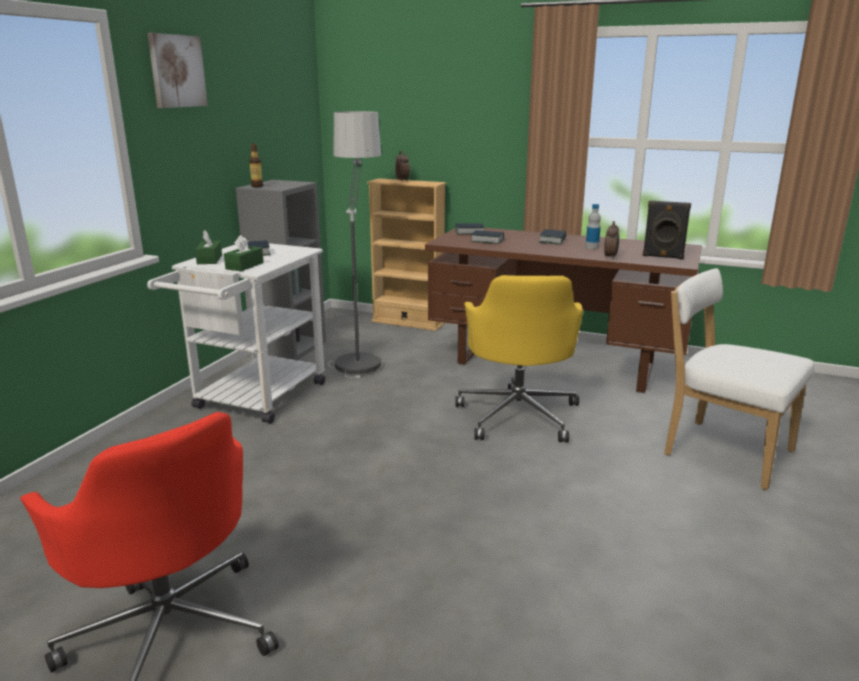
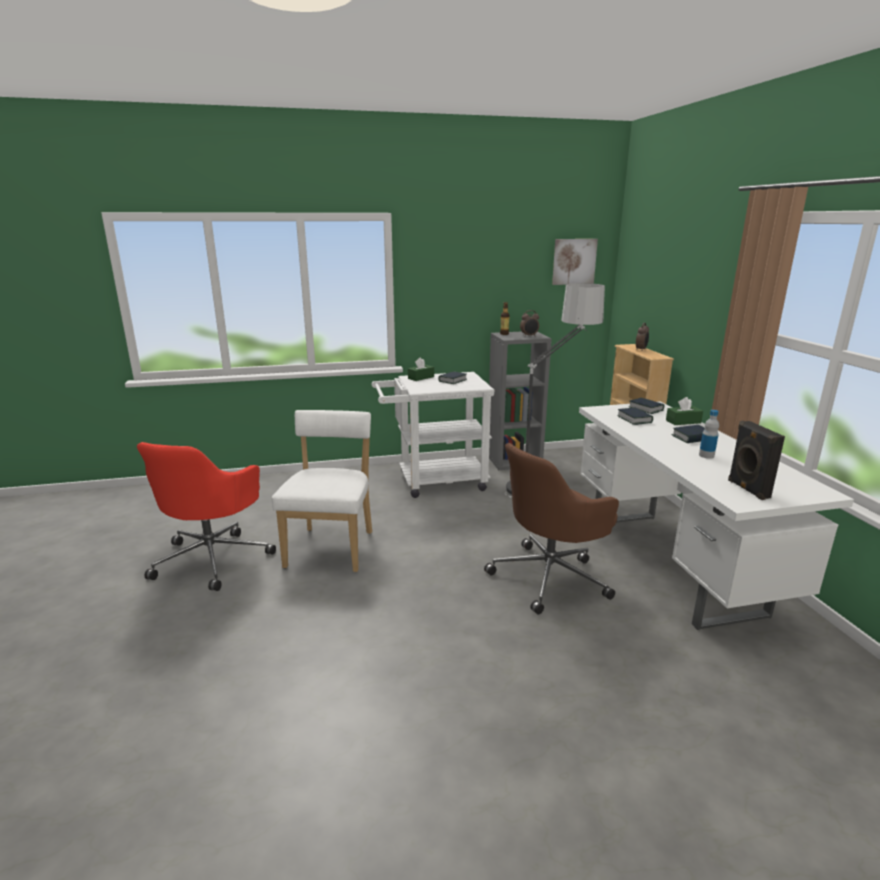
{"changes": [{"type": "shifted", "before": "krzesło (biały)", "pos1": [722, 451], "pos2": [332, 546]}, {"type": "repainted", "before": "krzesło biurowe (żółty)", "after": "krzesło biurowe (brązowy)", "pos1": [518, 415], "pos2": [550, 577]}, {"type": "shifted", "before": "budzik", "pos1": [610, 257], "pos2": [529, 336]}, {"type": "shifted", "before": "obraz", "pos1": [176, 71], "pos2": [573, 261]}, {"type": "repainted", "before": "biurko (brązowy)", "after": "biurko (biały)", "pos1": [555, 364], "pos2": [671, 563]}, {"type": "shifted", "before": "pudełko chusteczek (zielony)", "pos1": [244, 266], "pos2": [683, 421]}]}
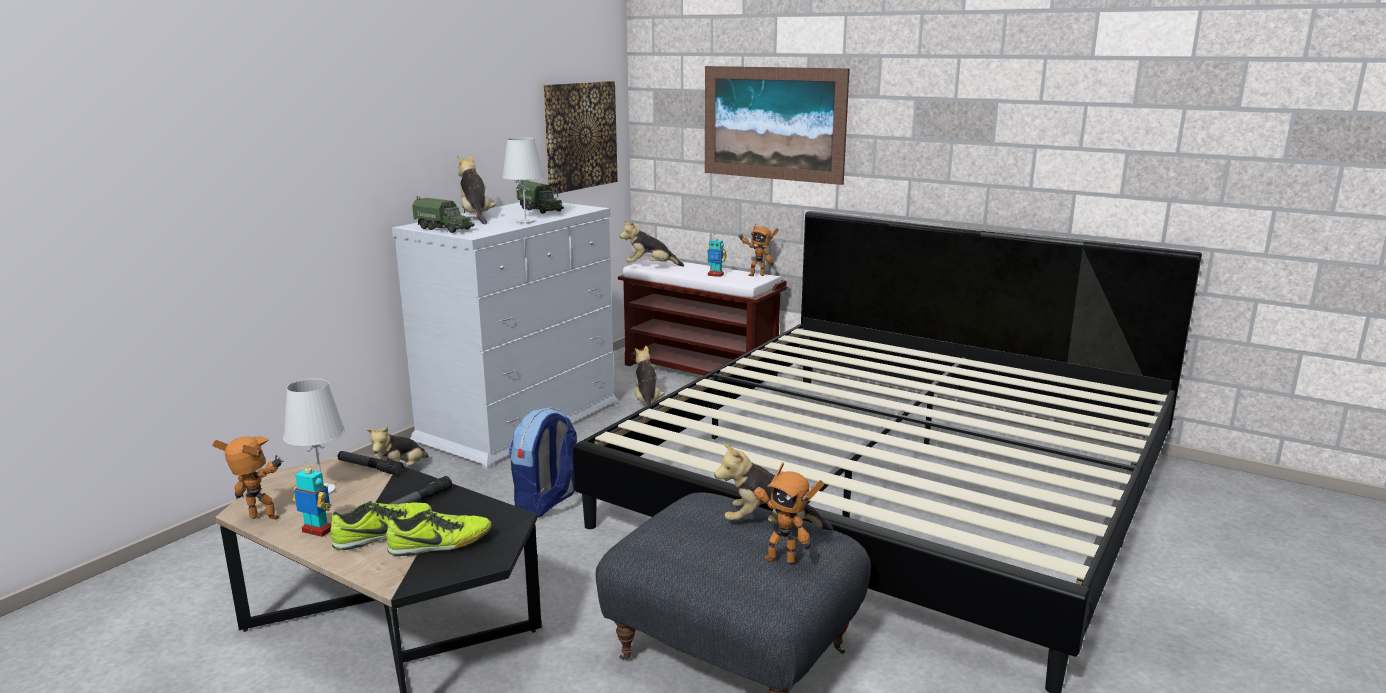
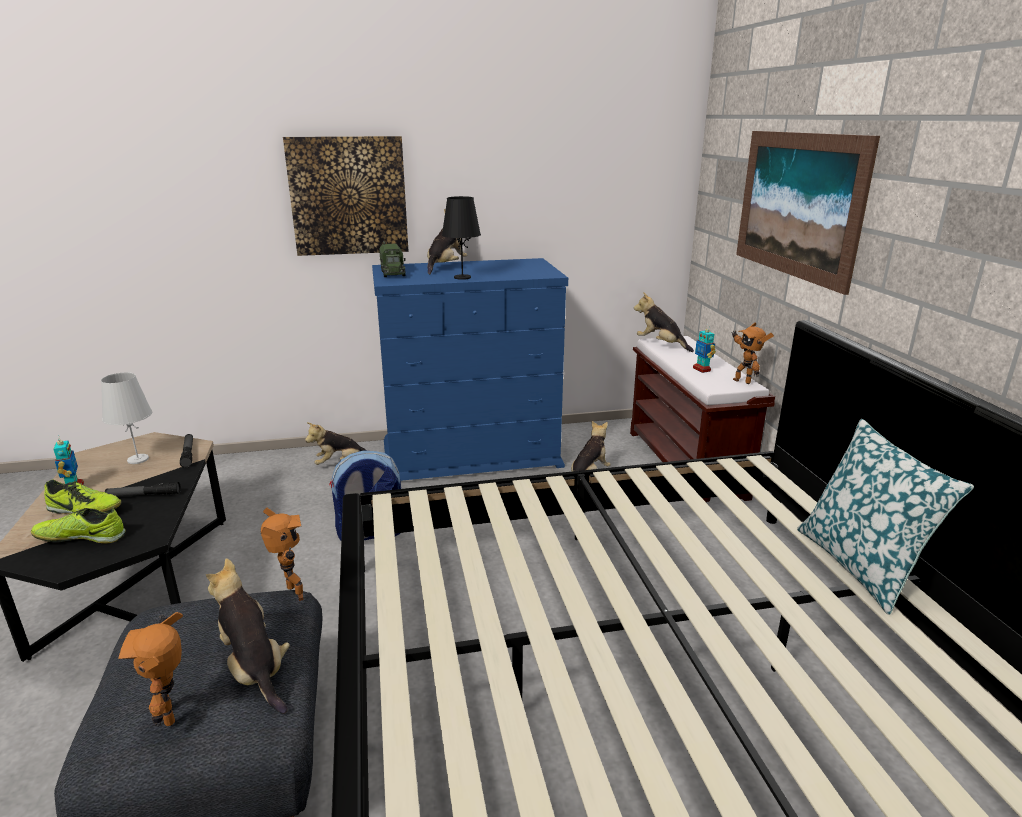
{"changes": [{"type": "rotated", "before": "but", "pos1": [440, 545], "pos2": [81, 537], "turn": 150}, {"type": "shifted", "before": "robot zabawkowy", "pos1": [262, 520], "pos2": [291, 595]}, {"type": "shifted", "before": "obraz", "pos1": [580, 136], "pos2": [348, 196]}, {"type": "repainted", "before": "komoda (biały)", "after": "komoda (niebieski)", "pos1": [520, 422], "pos2": [471, 454]}, {"type": "repainted", "before": "lampa stołowa (biały)", "after": "lampa stołowa (czarny)", "pos1": [525, 221], "pos2": [462, 277]}, {"type": "new", "after": "poduszka", "pos2": [860, 565]}, {"type": "gone", "before": "ciężarówka zabawkowa", "pos1": [540, 210]}]}
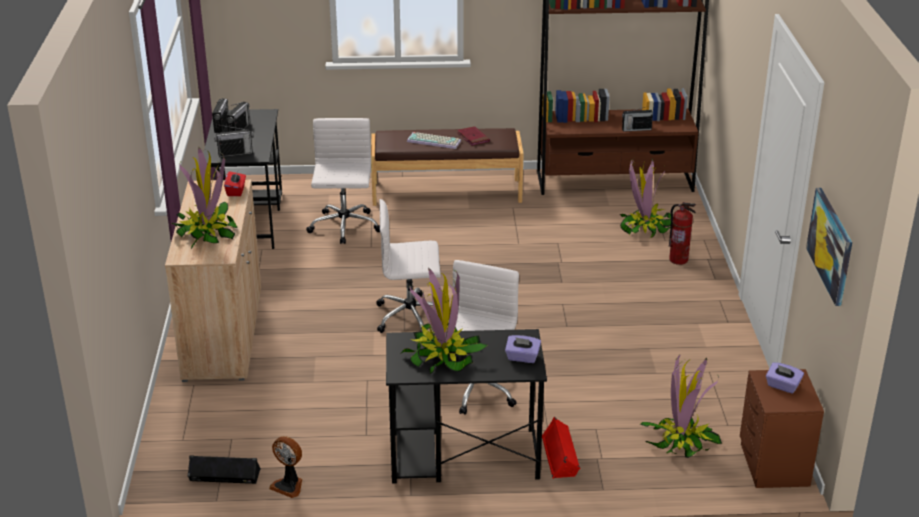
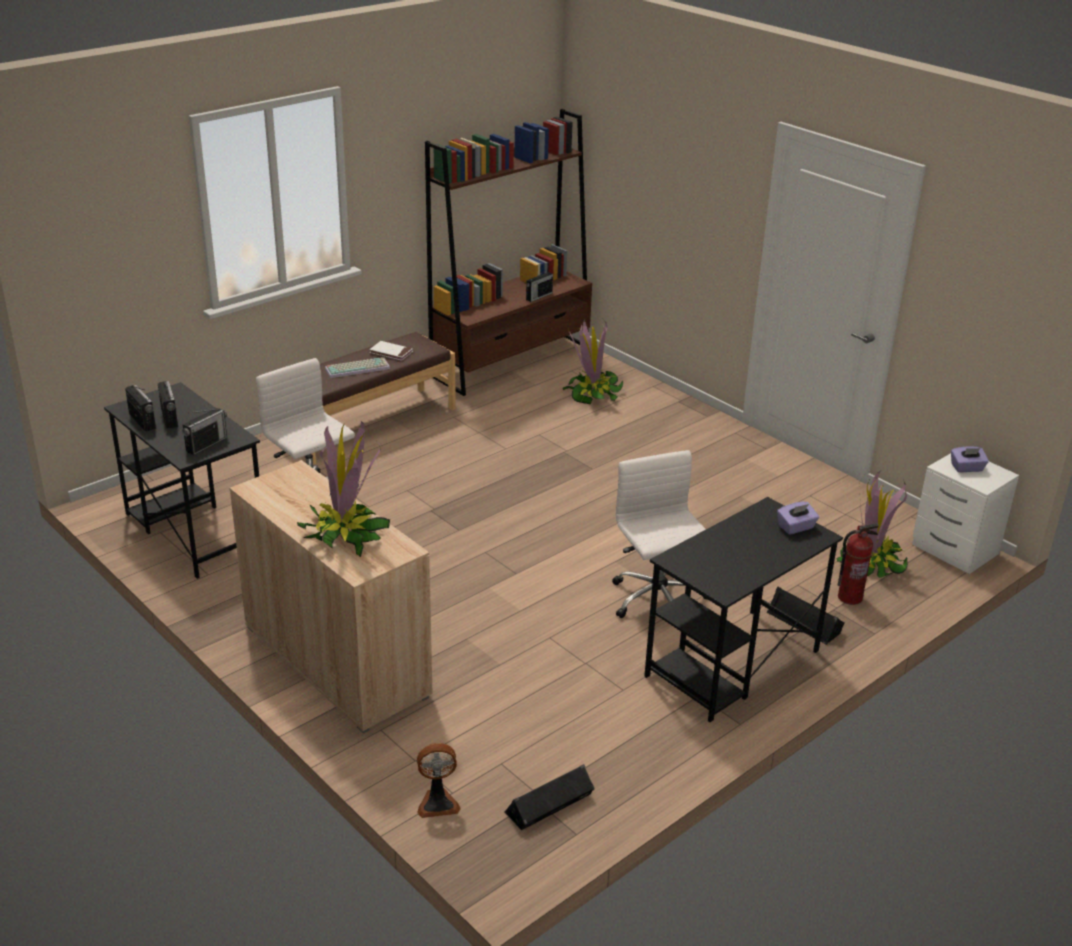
{"changes": [{"type": "repainted", "before": "książka (czerwony)", "after": "książka (biały)", "pos1": [473, 137], "pos2": [391, 352]}, {"type": "shifted", "before": "wentylator", "pos1": [289, 485], "pos2": [438, 803]}, {"type": "repainted", "before": "głośnik (czerwony)", "after": "głośnik (czarny)", "pos1": [561, 455], "pos2": [805, 621]}, {"type": "shifted", "before": "gaśnica", "pos1": [679, 259], "pos2": [850, 597]}, {"type": "repainted", "before": "szafka nocna (brązowy)", "after": "szafka nocna (biały)", "pos1": [773, 466], "pos2": [955, 550]}, {"type": "gone", "before": "pudełko chusteczek (czerwony)", "pos1": [236, 191]}, {"type": "gone", "before": "krzesło biurowe (biały)", "pos1": [411, 317]}, {"type": "gone", "before": "roślina doniczkowa", "pos1": [442, 355]}, {"type": "gone", "before": "obraz", "pos1": [831, 245]}]}
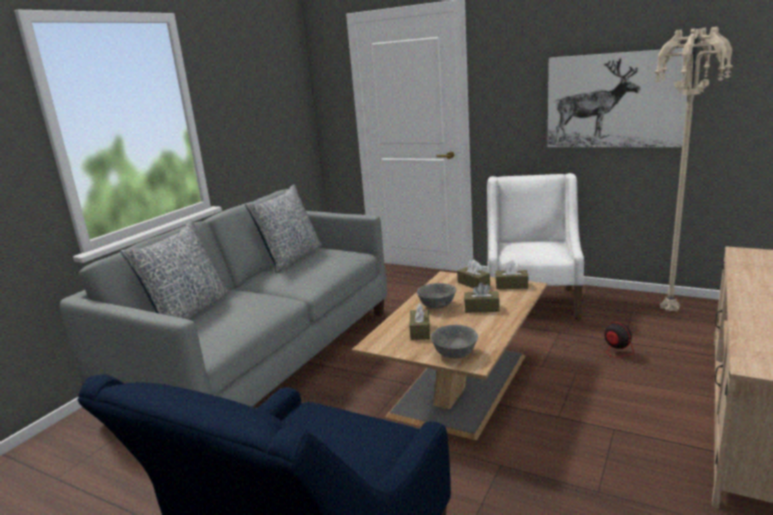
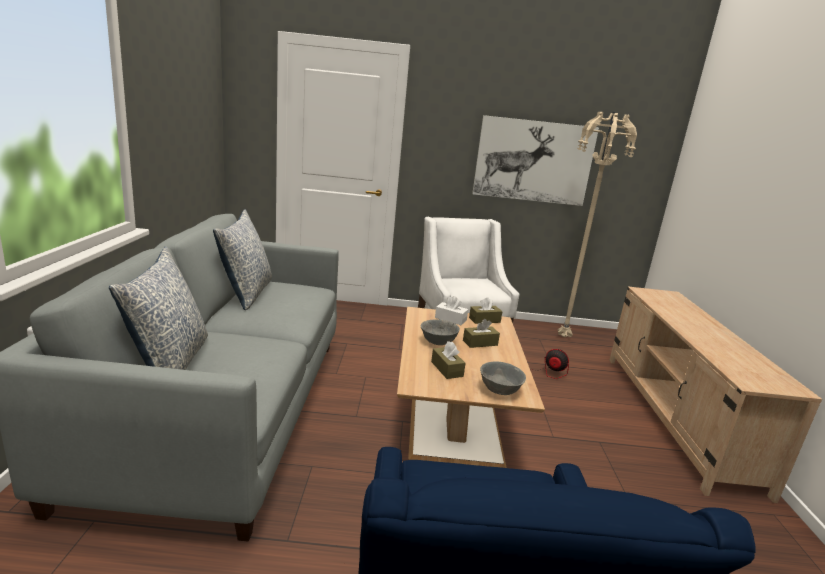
{"changes": [{"type": "repainted", "before": "pudełko chusteczek (brązowy)", "after": "pudełko chusteczek (biały)", "pos1": [473, 284], "pos2": [450, 319]}]}
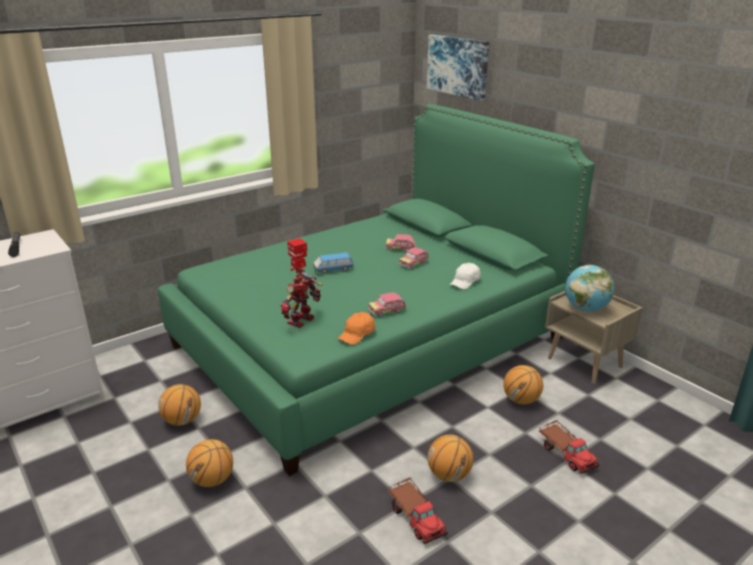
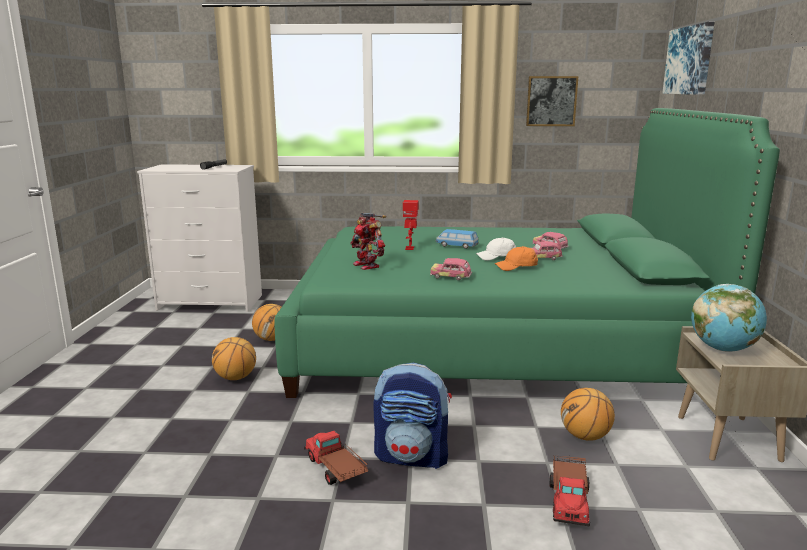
{"changes": [{"type": "rotated", "before": "ciężarówka zabawkowa", "pos1": [416, 517], "pos2": [335, 469], "turn": 135}, {"type": "rotated", "before": "robot zabawkowy", "pos1": [302, 321], "pos2": [368, 265], "turn": -105}, {"type": "swapped", "before": "piłka do koszykówki", "after": "plecak", "pos1": [449, 475], "pos2": [412, 456]}, {"type": "shifted", "before": "czapka z daszkiem (biały)", "pos1": [465, 282], "pos2": [497, 257]}, {"type": "shifted", "before": "czapka z daszkiem (pomarańczowy)", "pos1": [357, 335], "pos2": [517, 267]}, {"type": "new", "after": "obraz", "pos2": [551, 101]}]}
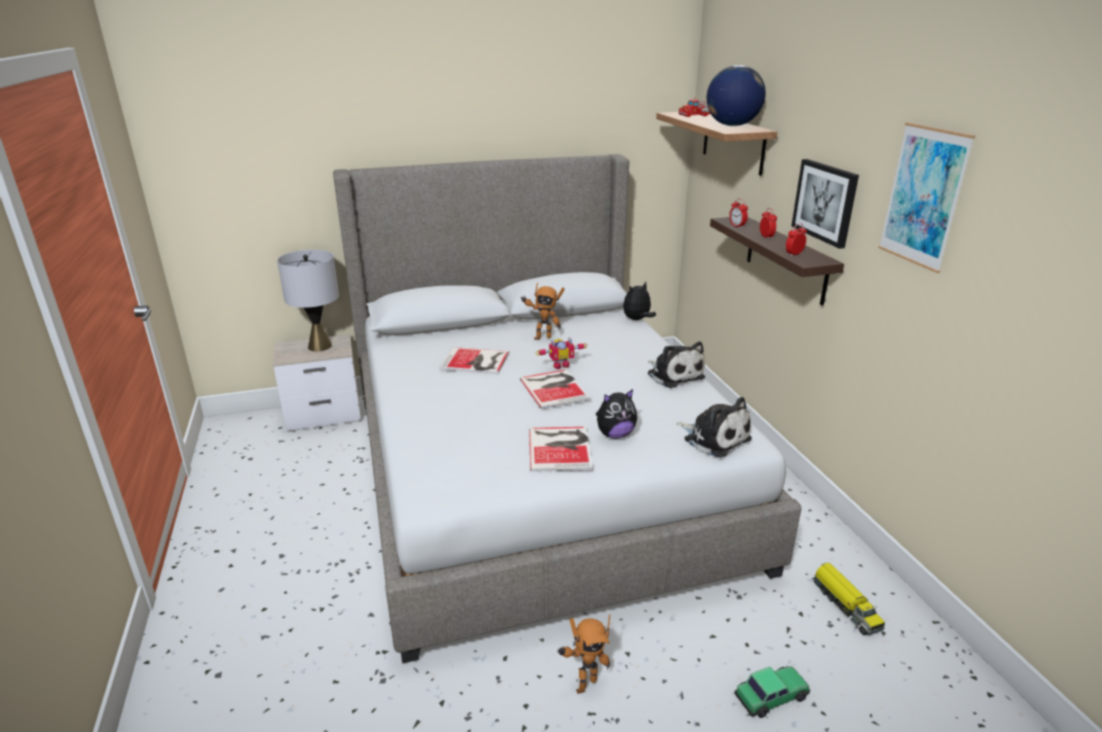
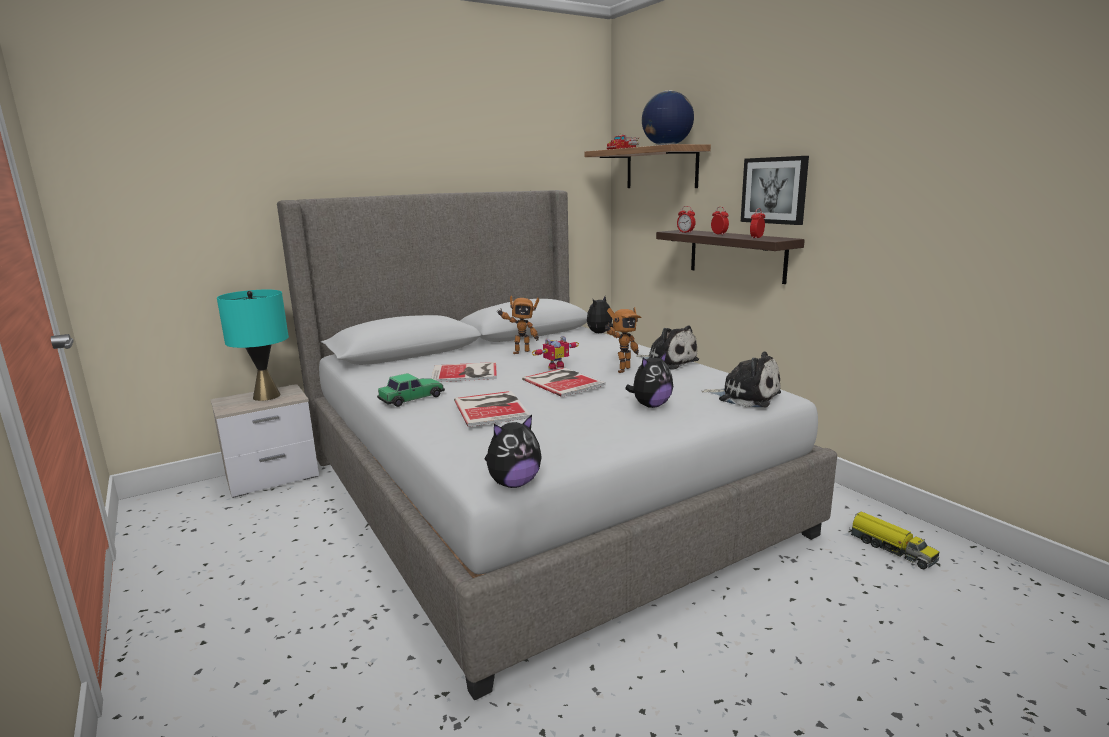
{"changes": [{"type": "repainted", "before": "lampa stołowa (szary)", "after": "lampa stołowa (turkusowy)", "pos1": [319, 346], "pos2": [266, 396]}, {"type": "shifted", "before": "samochodzik", "pos1": [771, 696], "pos2": [412, 398]}, {"type": "shifted", "before": "książka", "pos1": [561, 448], "pos2": [492, 408]}, {"type": "new", "after": "pluszak", "pos2": [513, 483]}, {"type": "shifted", "before": "robot zabawkowy", "pos1": [583, 683], "pos2": [621, 370]}, {"type": "gone", "before": "obraz", "pos1": [923, 196]}]}
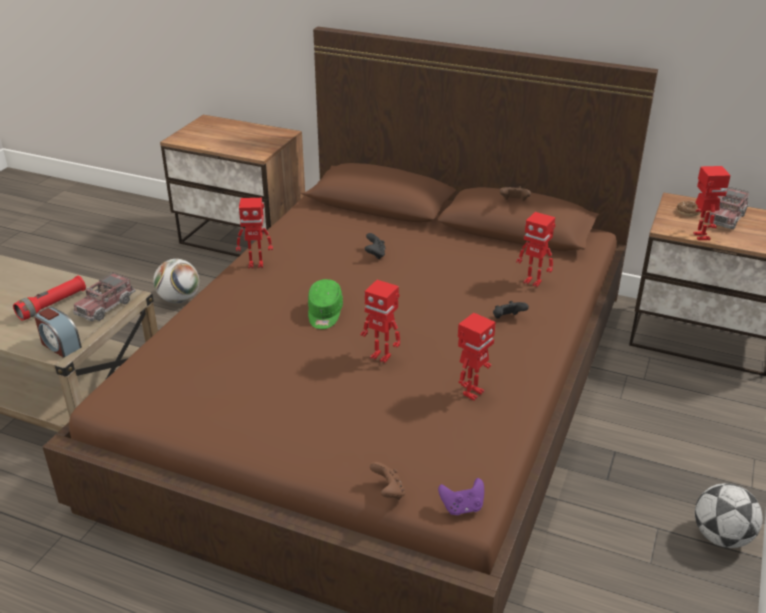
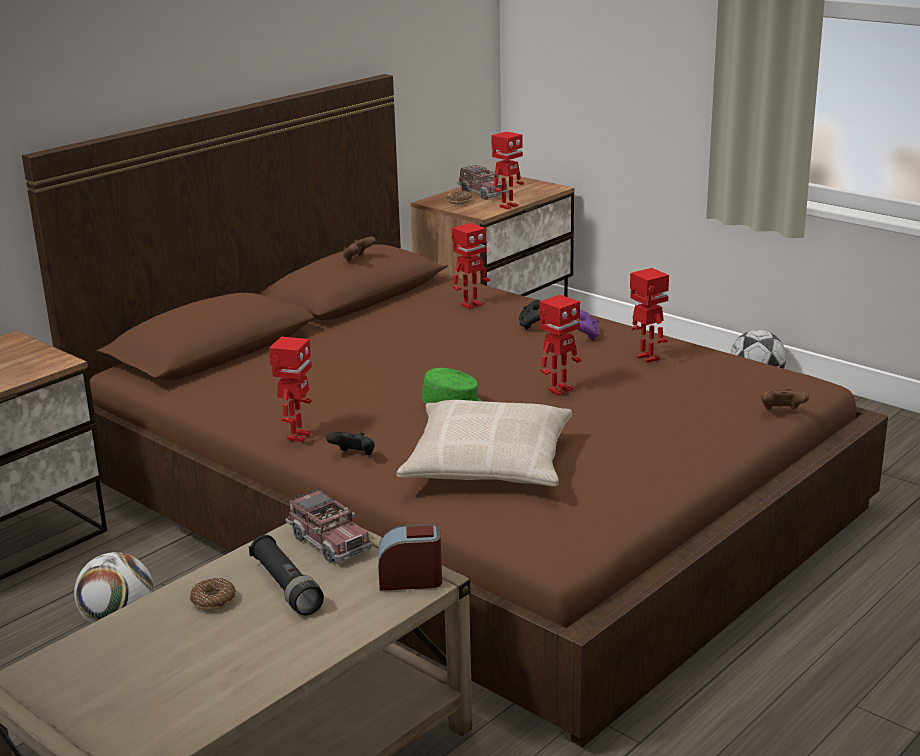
{"changes": [{"type": "new", "after": "donut", "pos2": [213, 601]}, {"type": "repainted", "before": "latarka (czerwony)", "after": "latarka (czarny)", "pos1": [52, 305], "pos2": [286, 587]}, {"type": "shifted", "before": "pad do gier (czarny)", "pos1": [375, 254], "pos2": [354, 456]}, {"type": "rotated", "before": "budzik", "pos1": [60, 345], "pos2": [410, 579], "turn": -150}, {"type": "new", "after": "poduszka (beżowy)", "pos2": [488, 464]}, {"type": "rotated", "before": "robot zabawkowy", "pos1": [700, 236], "pos2": [507, 206], "turn": 120}, {"type": "shifted", "before": "pad do gier (fioletowy)", "pos1": [462, 507], "pos2": [587, 336]}]}
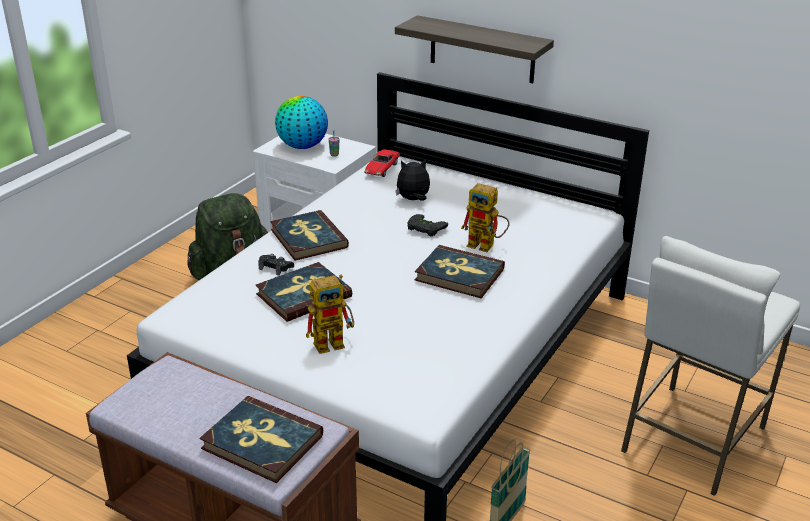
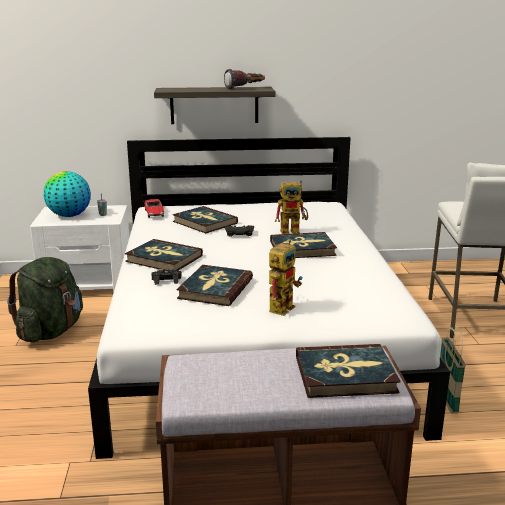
{"changes": [{"type": "swapped", "before": "pluszak", "after": "książka", "pos1": [413, 200], "pos2": [204, 222]}, {"type": "new", "after": "latarka", "pos2": [245, 88]}]}
